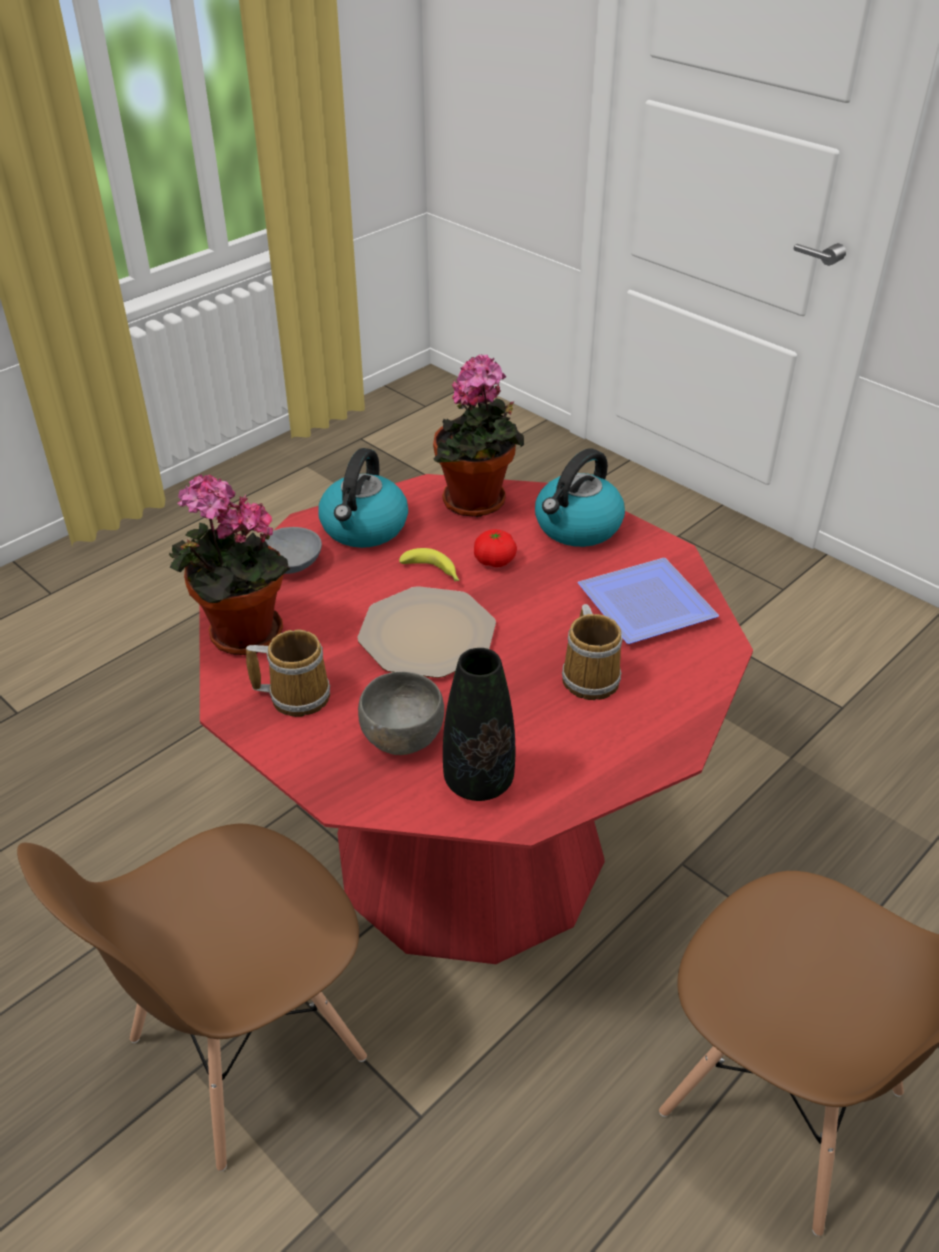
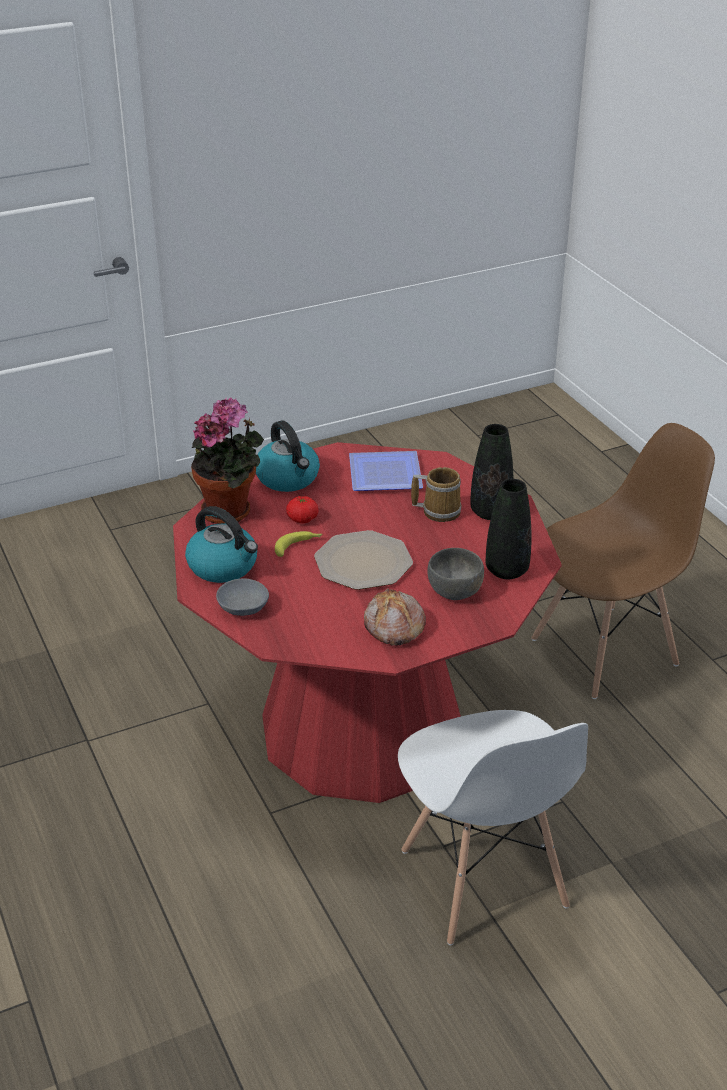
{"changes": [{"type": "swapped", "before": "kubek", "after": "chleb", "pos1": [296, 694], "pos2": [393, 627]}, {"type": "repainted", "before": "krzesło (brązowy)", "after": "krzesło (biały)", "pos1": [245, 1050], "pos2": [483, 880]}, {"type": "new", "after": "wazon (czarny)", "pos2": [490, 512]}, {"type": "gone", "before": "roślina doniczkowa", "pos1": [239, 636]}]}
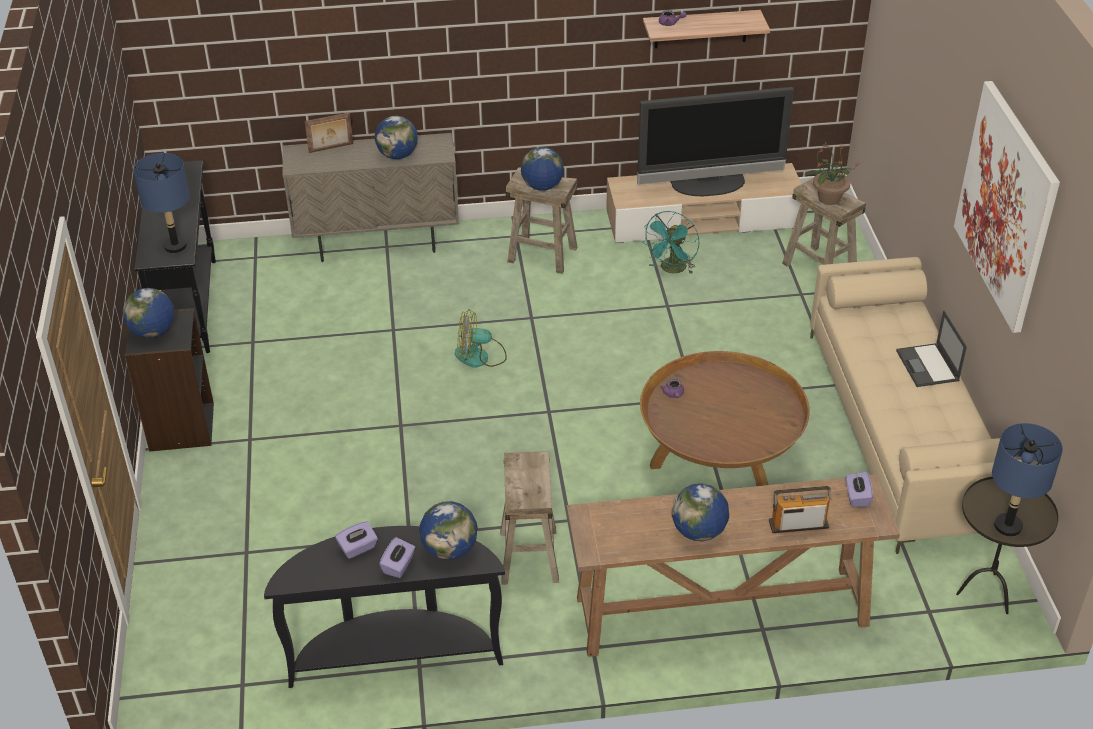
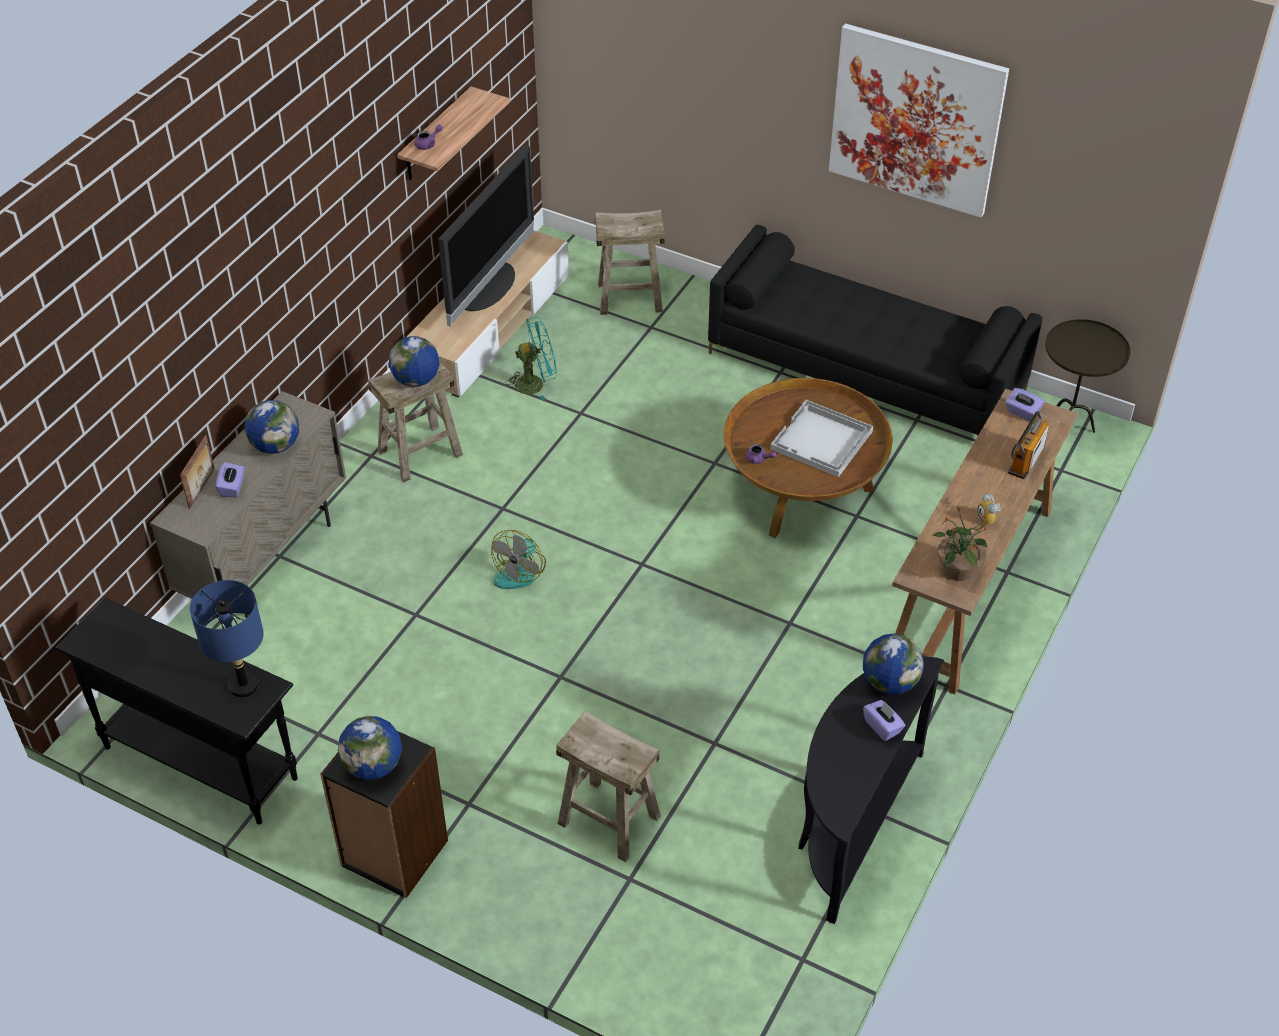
{"changes": [{"type": "shifted", "before": "pudełko chusteczek (fioletowy)", "pos1": [358, 548], "pos2": [232, 487]}, {"type": "rotated", "before": "wentylator (turkusowy)", "pos1": [672, 270], "pos2": [536, 383], "turn": -75}, {"type": "shifted", "before": "stołek (beżowy)", "pos1": [530, 556], "pos2": [610, 819]}, {"type": "repainted", "before": "kanapa (beżowy)", "after": "kanapa (czarny)", "pos1": [901, 433], "pos2": [867, 371]}, {"type": "new", "after": "taca (biały)", "pos2": [822, 441]}, {"type": "shifted", "before": "roślina doniczkowa", "pos1": [828, 198], "pos2": [957, 571]}, {"type": "swapped", "before": "globus", "after": "budzik", "pos1": [698, 531], "pos2": [989, 519]}, {"type": "gone", "before": "laptop", "pos1": [928, 366]}, {"type": "gone", "before": "lampa stołowa (niebieski)", "pos1": [1008, 526]}]}
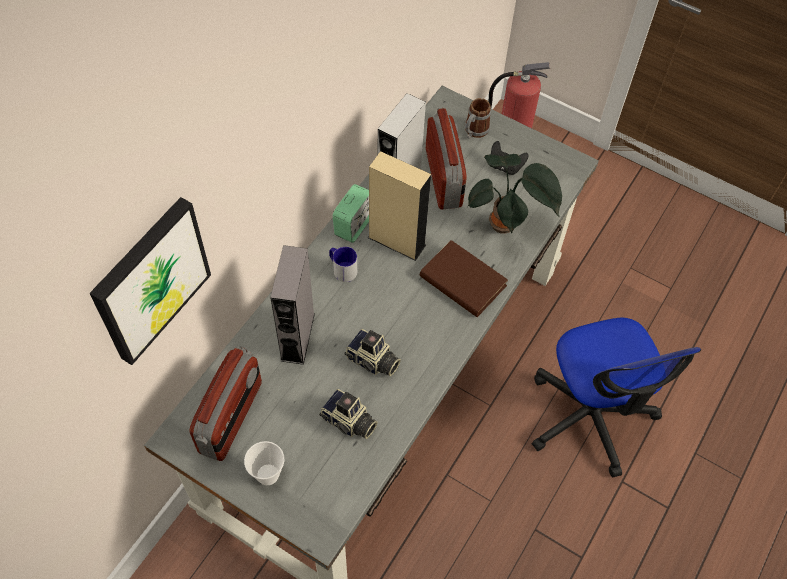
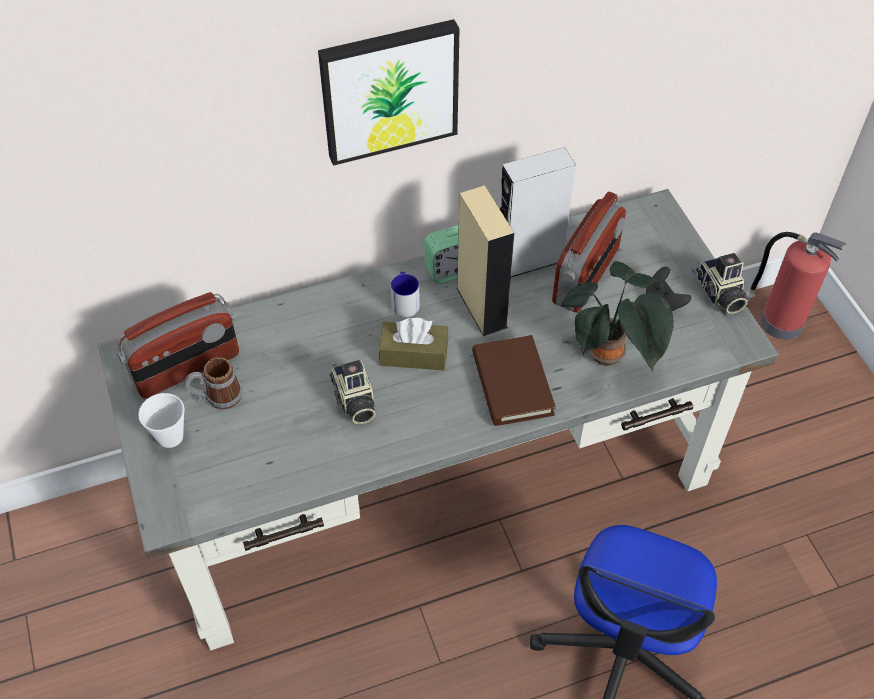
{"changes": [{"type": "shifted", "before": "kubek", "pos1": [474, 132], "pos2": [217, 397]}, {"type": "shifted", "before": "obraz", "pos1": [150, 280], "pos2": [389, 90]}, {"type": "new", "after": "pudełko chusteczek (brązowy)", "pos2": [413, 354]}, {"type": "shifted", "before": "aparat fotograficzny", "pos1": [349, 422], "pos2": [719, 294]}, {"type": "gone", "before": "głośnik (szary)", "pos1": [297, 337]}]}
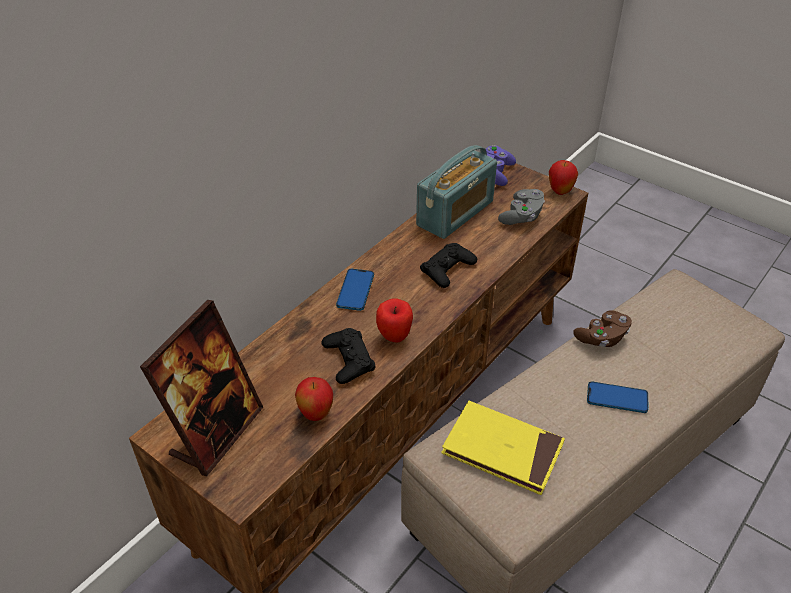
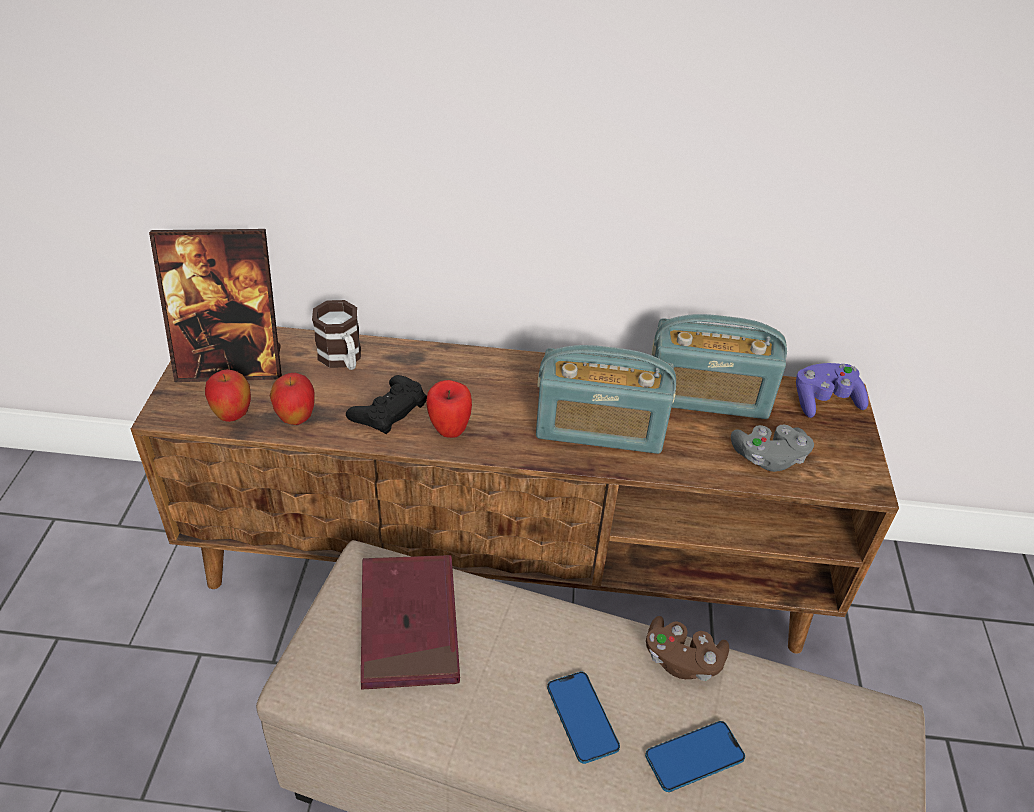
{"changes": [{"type": "shifted", "before": "jabłko", "pos1": [560, 191], "pos2": [233, 416]}, {"type": "new", "after": "kubek", "pos2": [343, 359]}, {"type": "repainted", "before": "książka (żółty)", "after": "książka (czerwony)", "pos1": [502, 450], "pos2": [409, 624]}, {"type": "swapped", "before": "pad do gier (czarny)", "after": "radio", "pos1": [447, 269], "pos2": [599, 429]}, {"type": "shifted", "before": "telefon", "pos1": [355, 290], "pos2": [694, 757]}]}
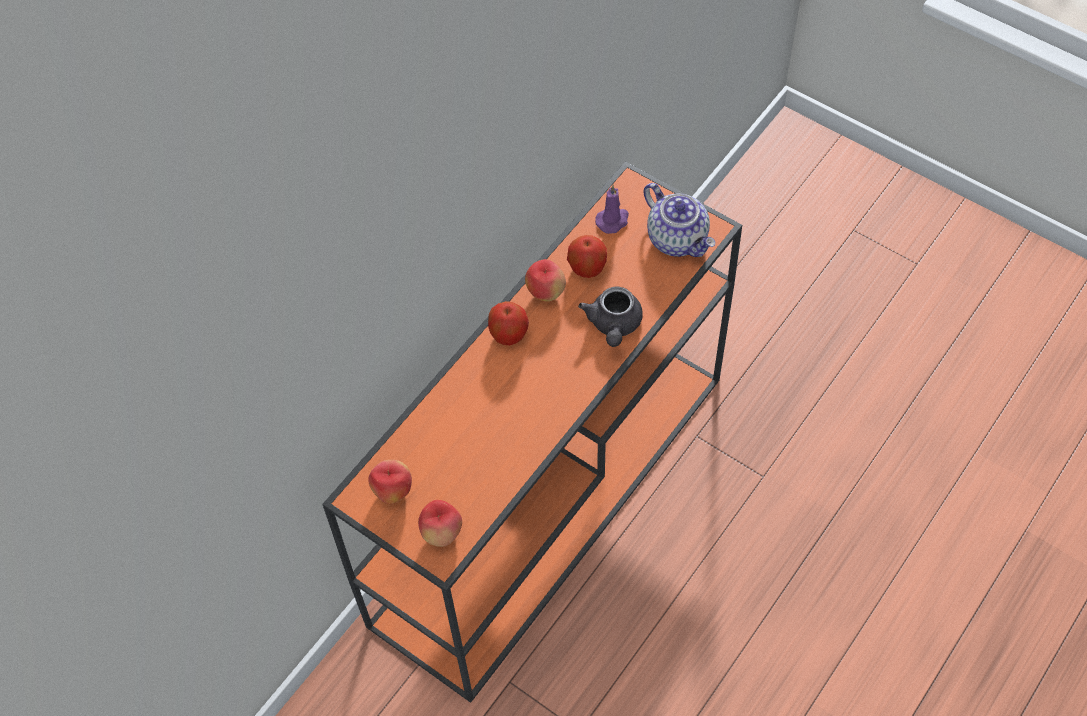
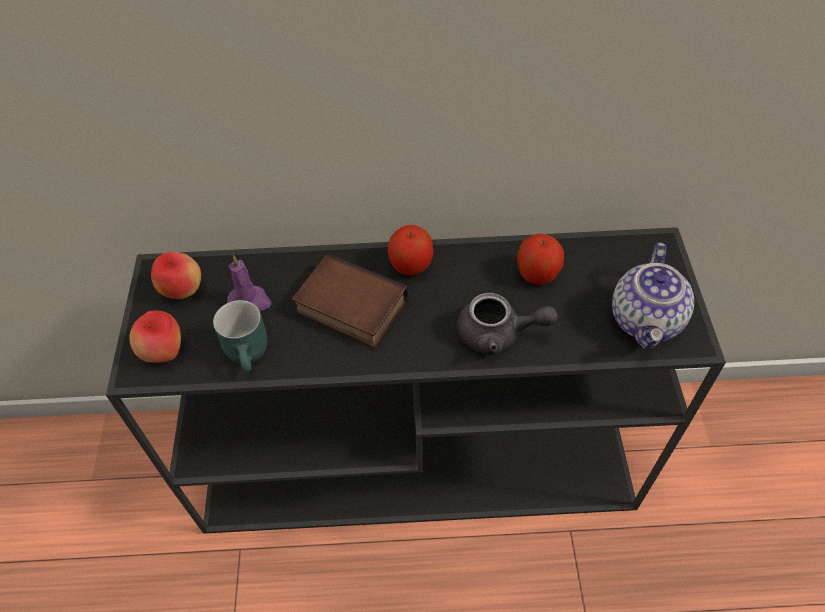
{"changes": [{"type": "repainted", "before": "stolik konsolowy (pomarańczowy)", "after": "stolik konsolowy (czarny)", "pos1": [552, 494], "pos2": [421, 460]}, {"type": "new", "after": "kubek (turkusowy)", "pos2": [251, 353]}, {"type": "shifted", "before": "świeca (fioletowy)", "pos1": [613, 220], "pos2": [250, 301]}, {"type": "new", "after": "książka", "pos2": [348, 308]}, {"type": "rotated", "before": "imbryk (szary)", "pos1": [614, 325], "pos2": [498, 334], "turn": -135}, {"type": "gone", "before": "jabłko", "pos1": [546, 293]}]}
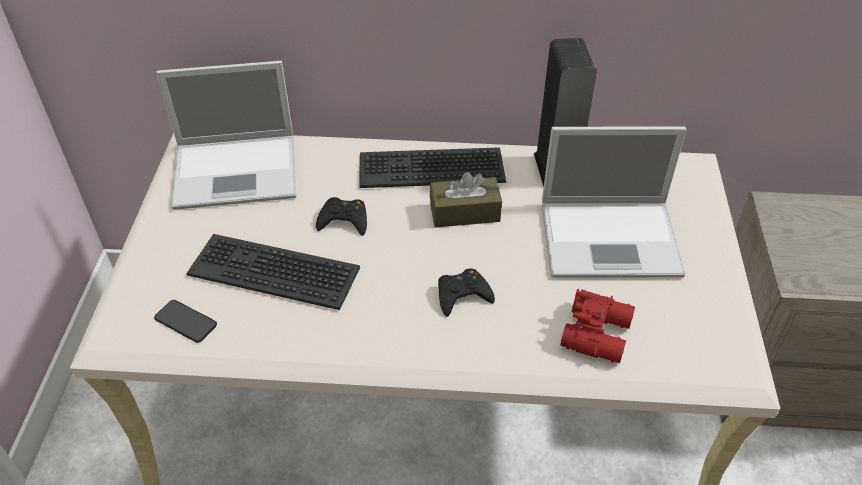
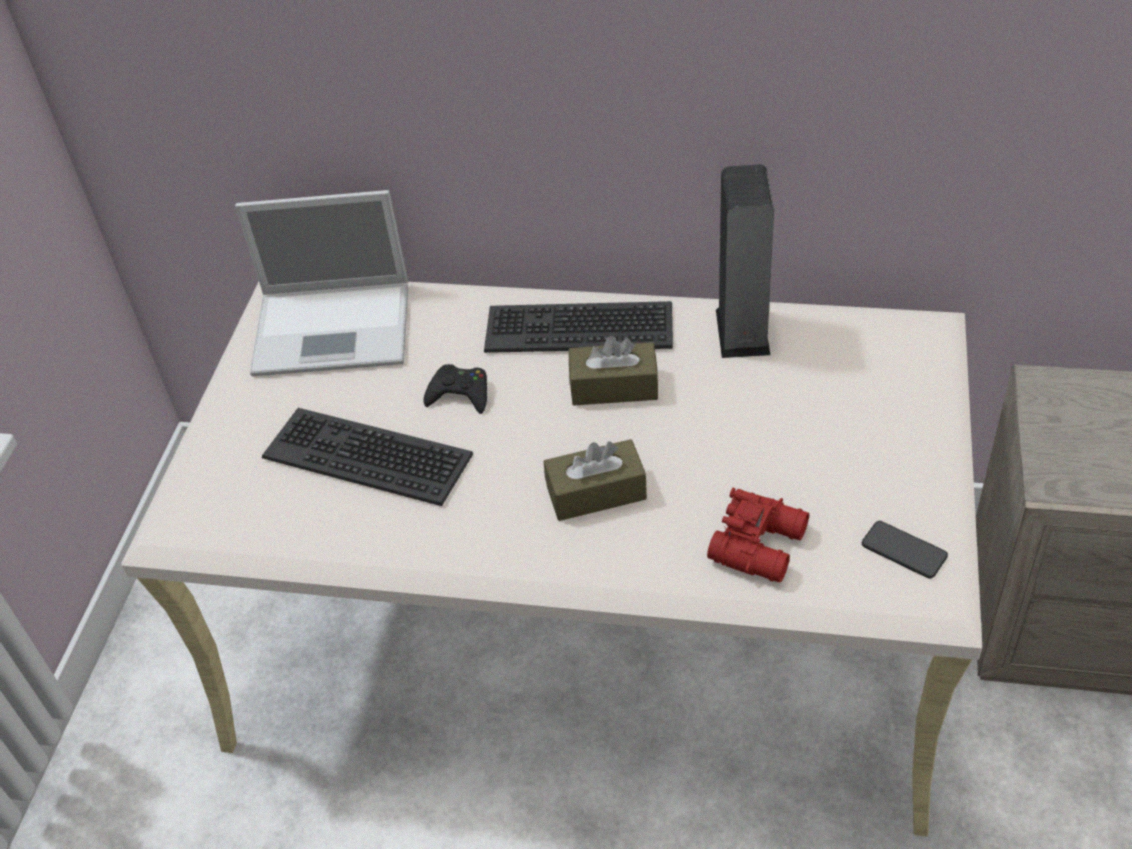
{"changes": [{"type": "swapped", "before": "pad do gier (czarny)", "after": "pudełko chusteczek (brązowy)", "pos1": [462, 295], "pos2": [596, 493]}, {"type": "shifted", "before": "telefon", "pos1": [186, 322], "pos2": [904, 550]}, {"type": "gone", "before": "laptop", "pos1": [612, 238]}]}
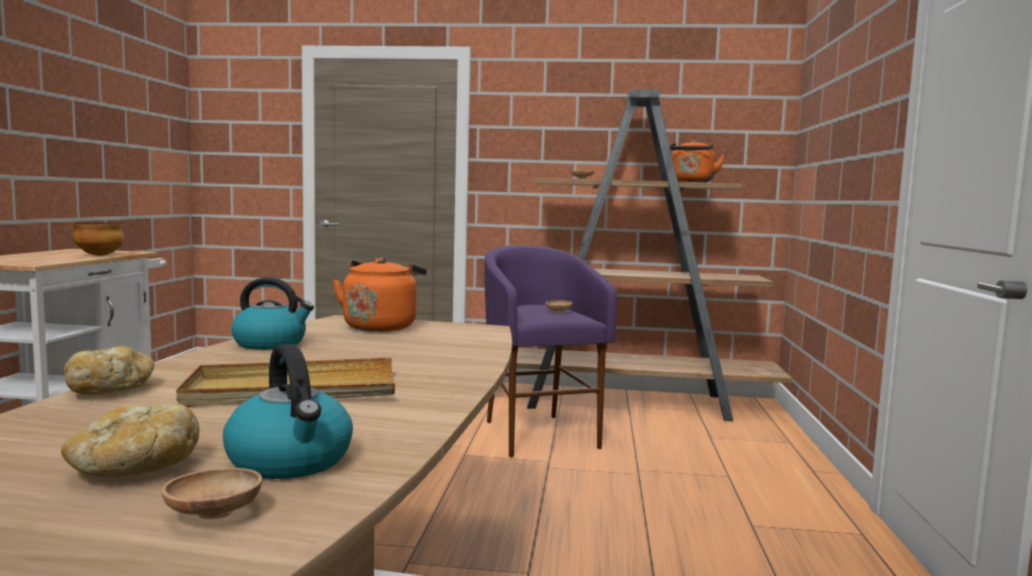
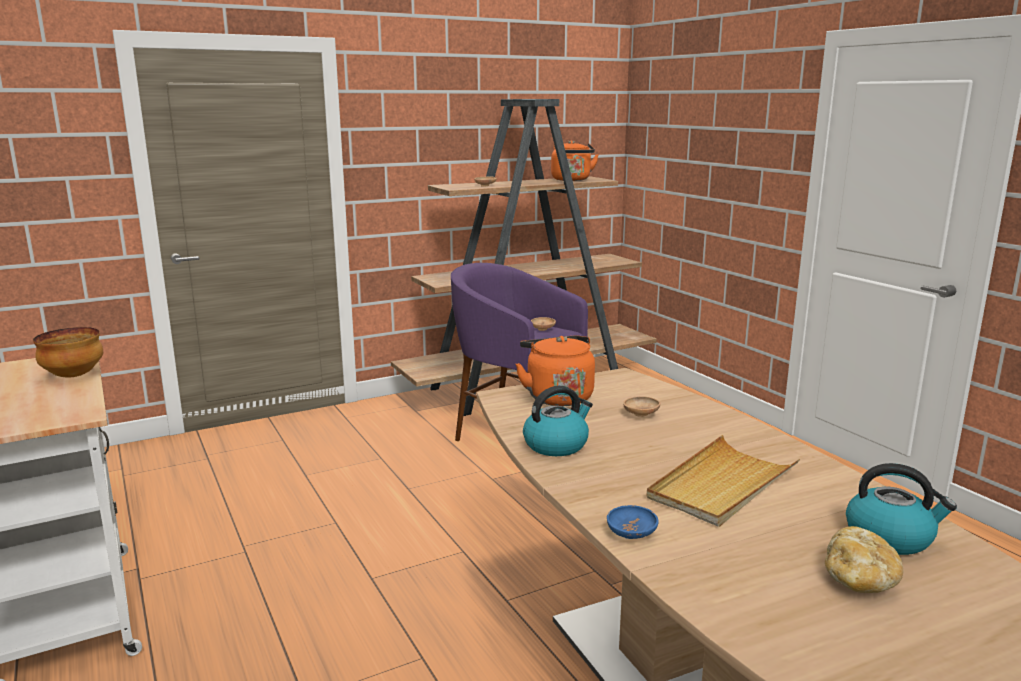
{"changes": [{"type": "swapped", "before": "chleb", "after": "miska (niebieski)", "pos1": [110, 390], "pos2": [631, 534]}, {"type": "shifted", "before": "miska (brązowy)", "pos1": [213, 514], "pos2": [641, 415]}]}
